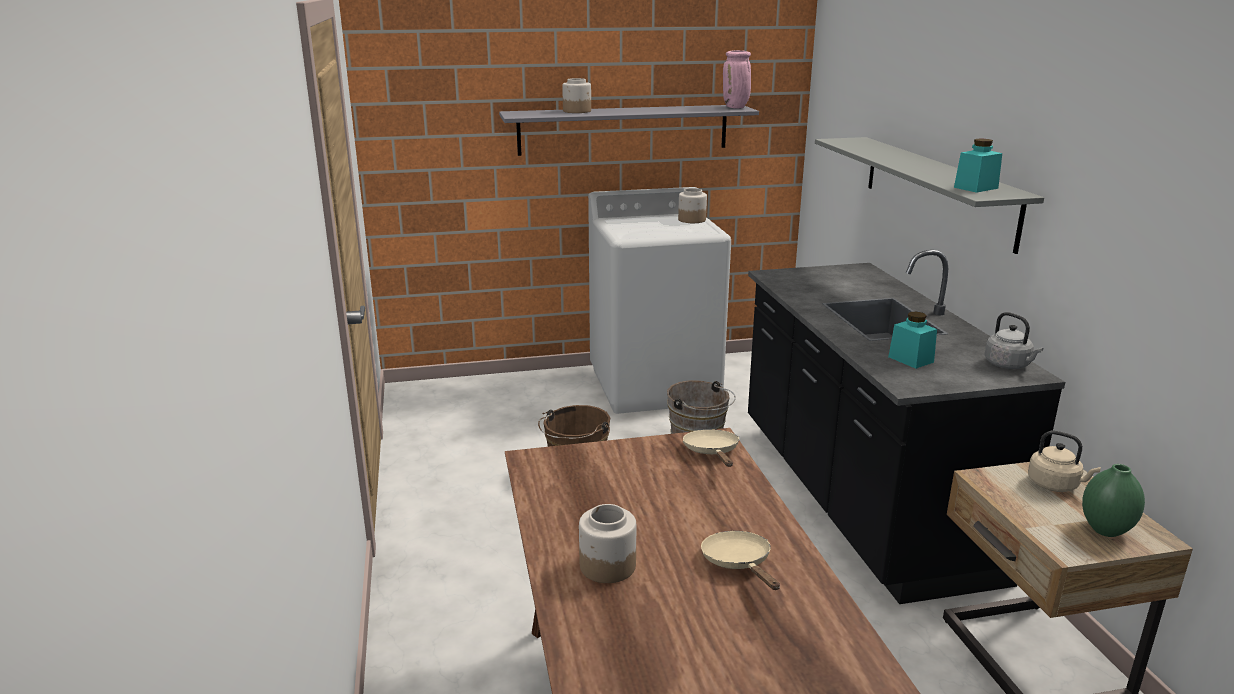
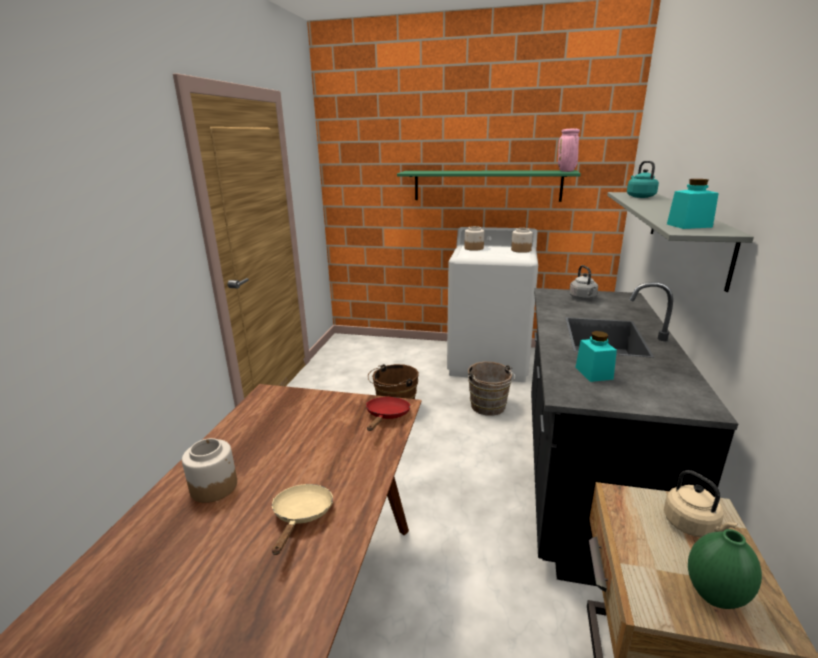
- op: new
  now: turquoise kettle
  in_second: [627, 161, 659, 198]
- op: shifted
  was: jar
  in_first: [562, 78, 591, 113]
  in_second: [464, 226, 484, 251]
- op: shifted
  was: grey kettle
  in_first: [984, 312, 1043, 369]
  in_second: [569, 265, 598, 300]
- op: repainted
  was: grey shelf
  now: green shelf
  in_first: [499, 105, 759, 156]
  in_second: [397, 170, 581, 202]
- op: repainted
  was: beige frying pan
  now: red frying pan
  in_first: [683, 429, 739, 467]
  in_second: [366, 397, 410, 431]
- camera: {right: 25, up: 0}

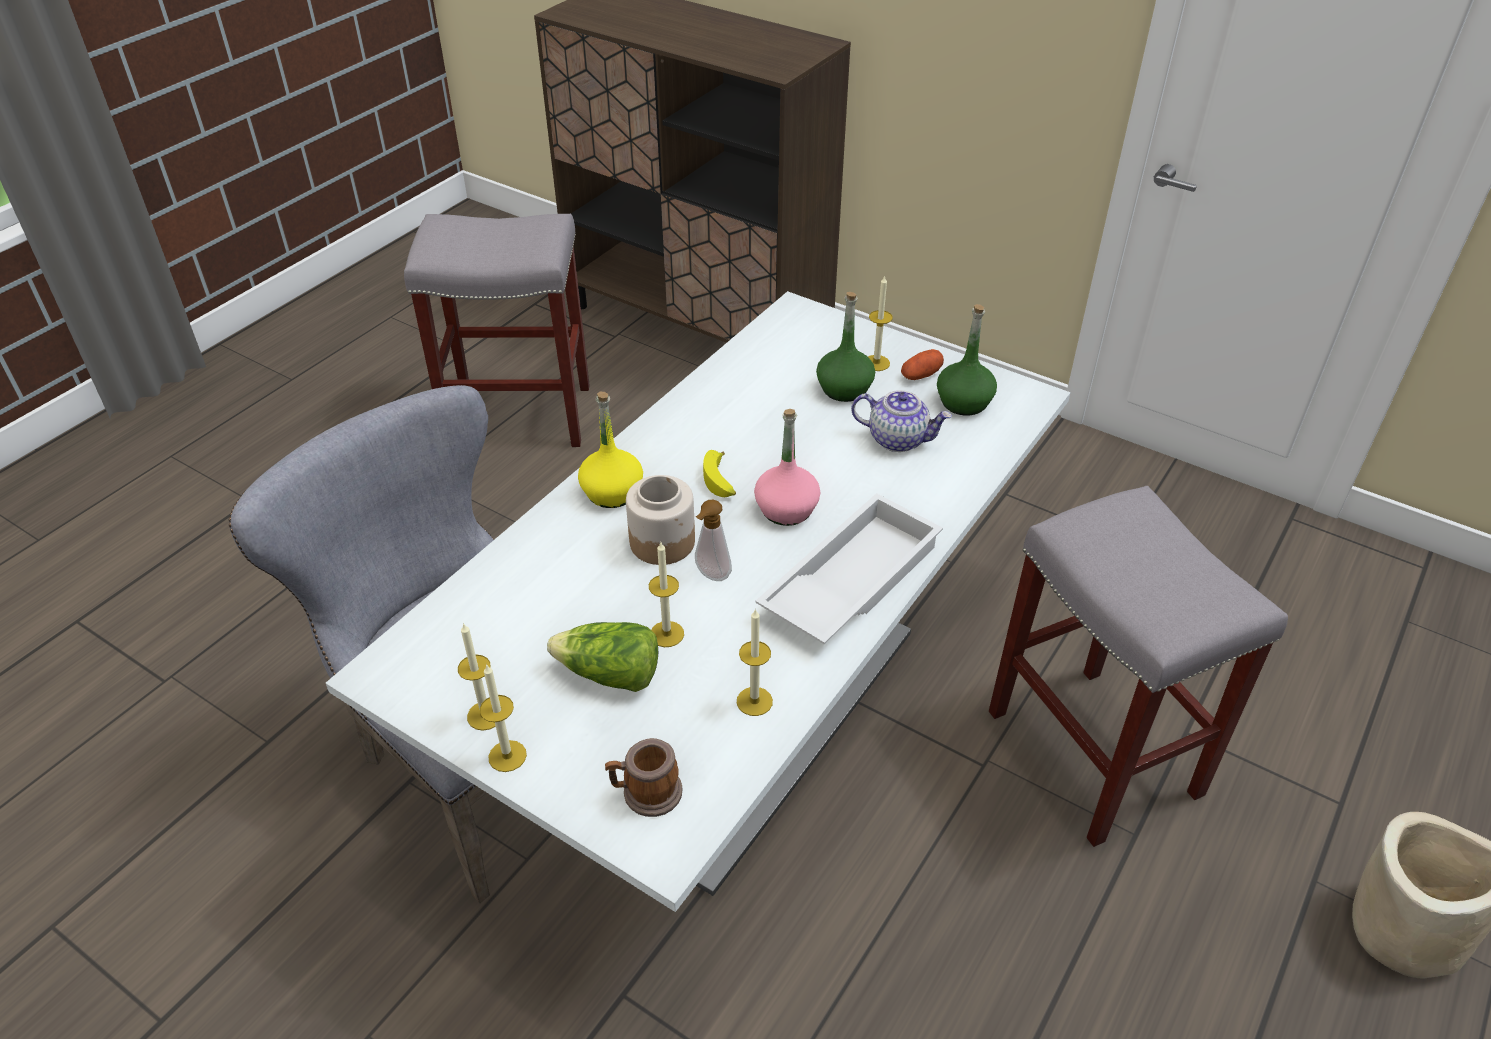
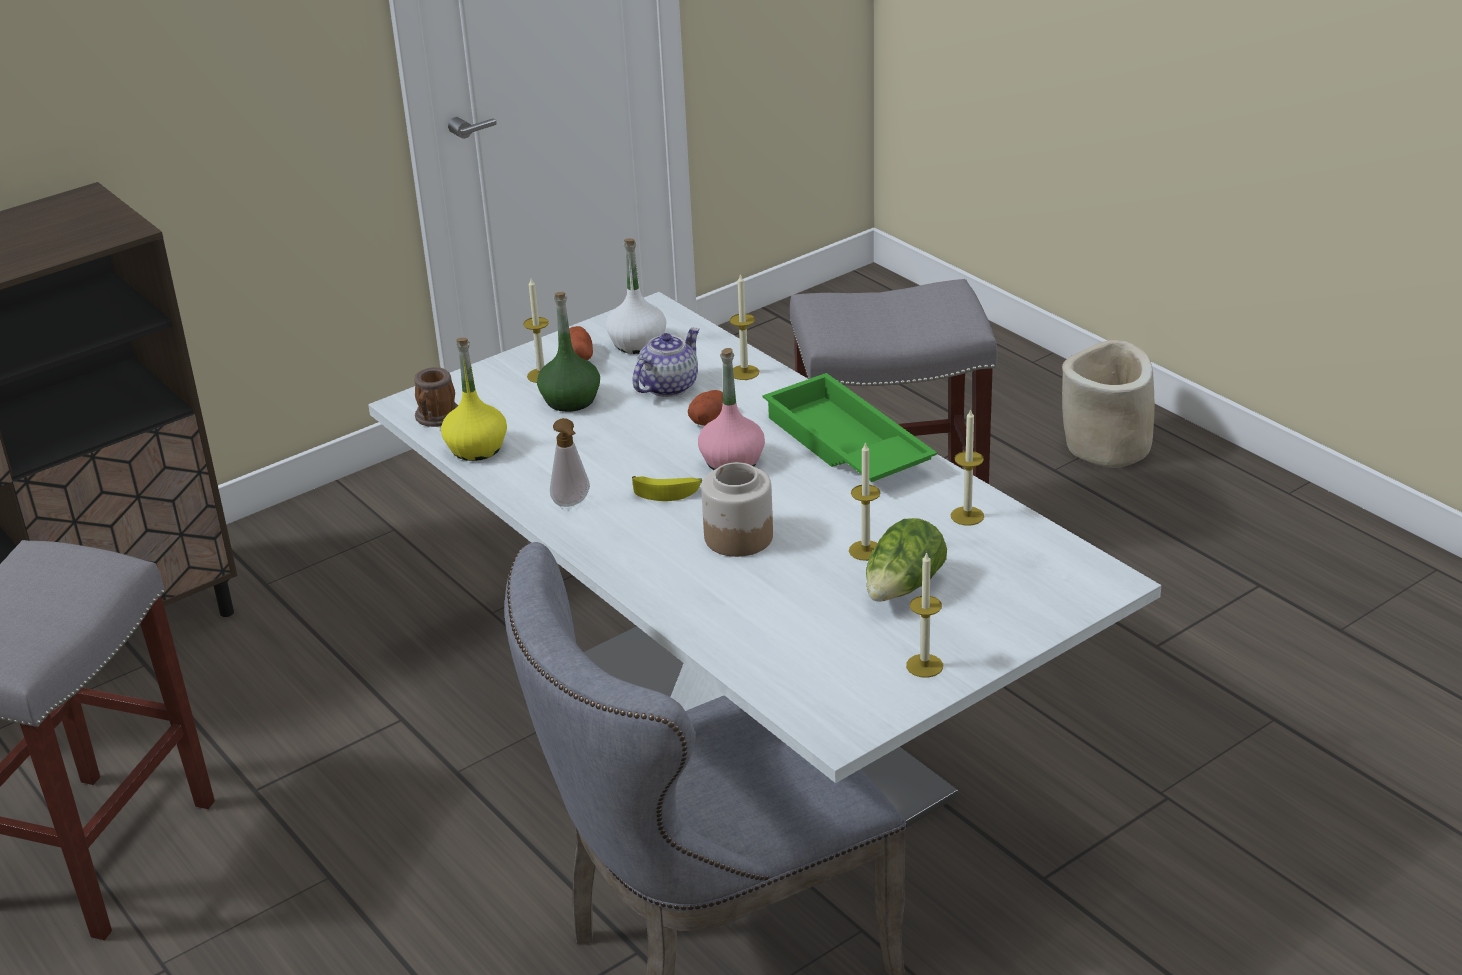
- op: new
  now: potato
  in_second: [688, 390, 723, 426]
- op: shifted
  was: candle
  in_first: [480, 664, 527, 772]
  in_second: [730, 273, 759, 380]
- op: shifted
  was: yellow bottle
  in_first: [578, 392, 643, 508]
  in_second: [441, 337, 507, 461]
- op: shifted
  was: mug
  in_first: [605, 738, 682, 817]
  in_second: [414, 367, 458, 427]
- op: shifted
  was: soap dispenser
  in_first: [695, 500, 732, 581]
  in_second: [550, 418, 590, 507]
- op: repainted
  was: white tray
  now: green tray
  in_first: [755, 493, 943, 644]
  in_second: [763, 373, 937, 482]
- op: repainted
  was: green bottle
  now: white bottle
  in_first: [937, 304, 997, 416]
  in_second: [606, 238, 666, 354]
- camera: {right: -70, up: -10}

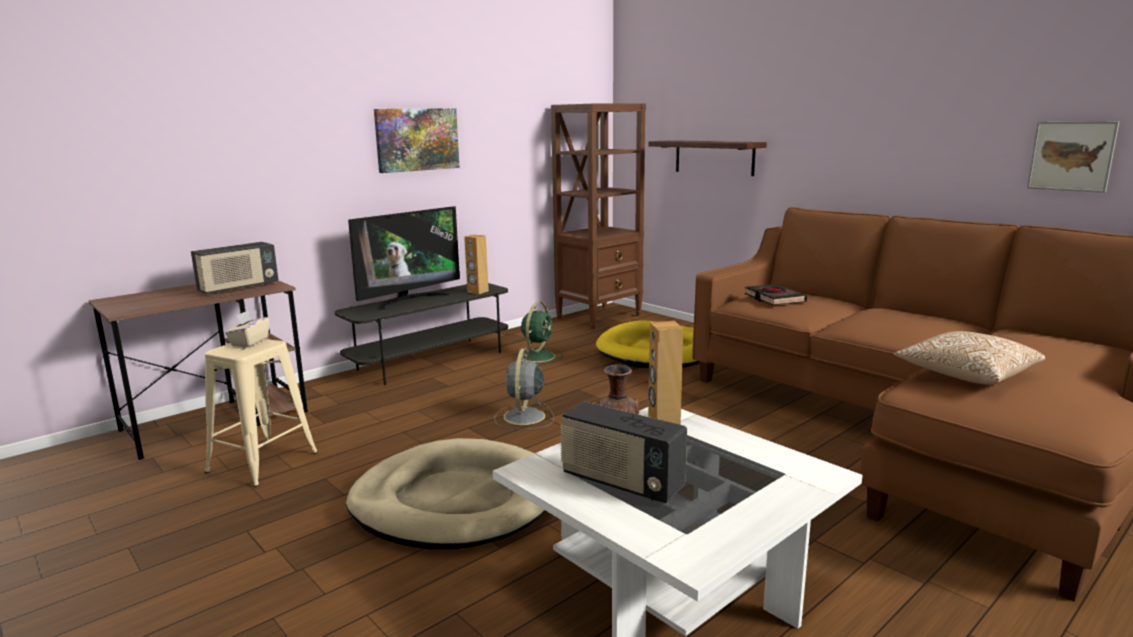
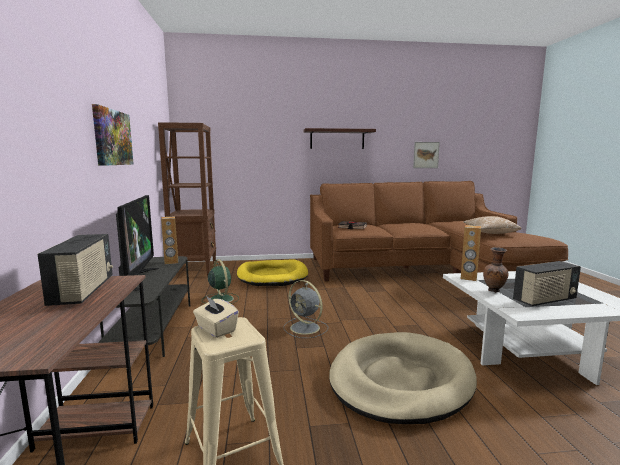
- op: shifted
  was: shelf
  in_first: [648, 140, 767, 176]
  in_second: [303, 128, 376, 149]
- camera: {right: -55, up: -5}

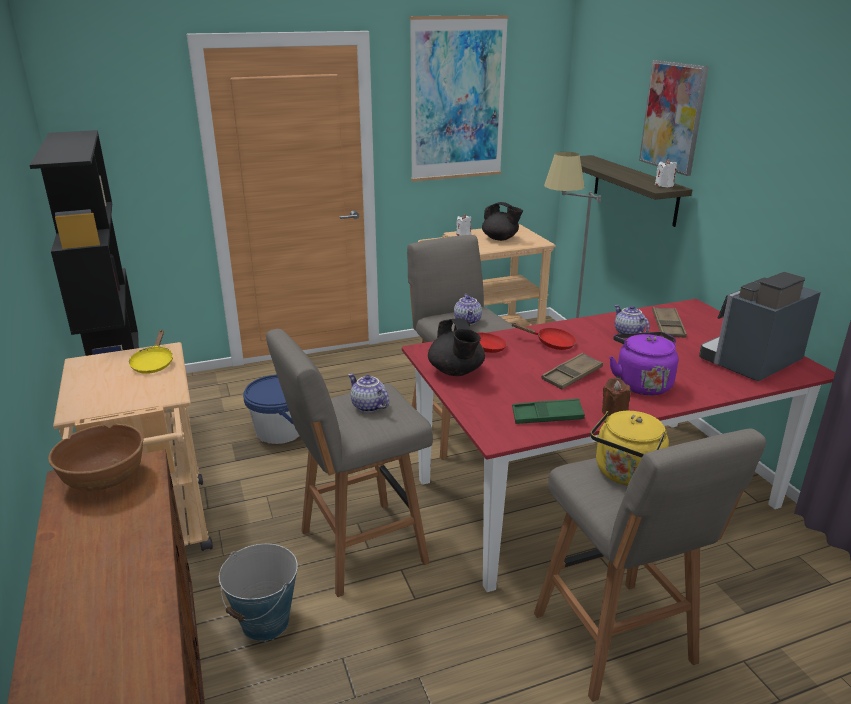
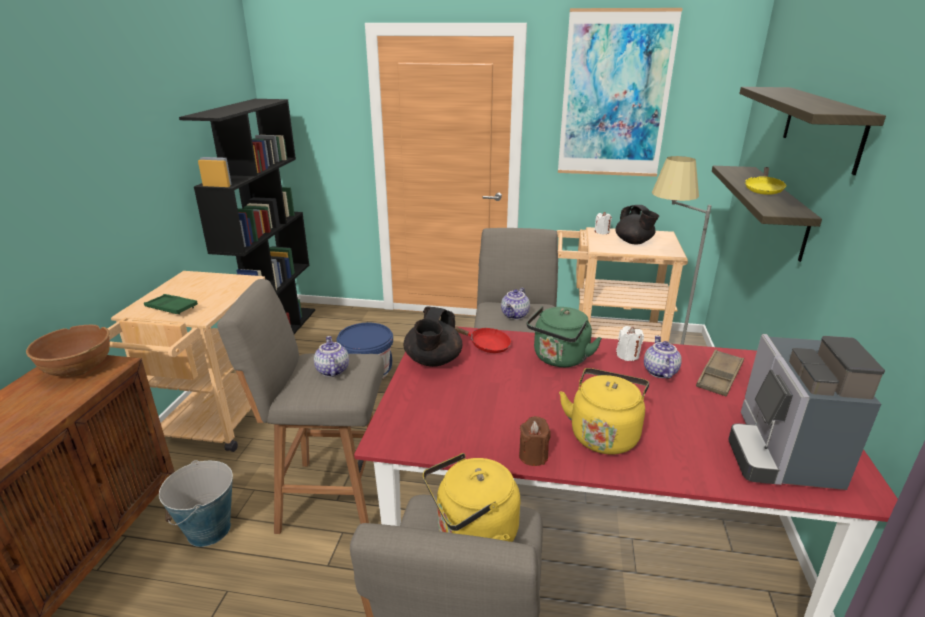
- op: gone
  was: brown tray
  in_first: [541, 353, 603, 389]
- op: shifted
  was: yellow frying pan
  in_first: [129, 330, 173, 374]
  in_second: [745, 167, 787, 195]
- op: shifted
  was: green tray
  in_first: [512, 398, 585, 424]
  in_second: [144, 294, 198, 315]
- op: shifted
  was: white candle
  in_first: [655, 159, 677, 187]
  in_second: [616, 326, 644, 361]
- op: swapped
  was: red frying pan
  now: green kettle
  in_first: [512, 323, 576, 350]
  in_second: [527, 306, 602, 367]
- op: swapped
  was: picture
  now: shelf
  in_first: [639, 60, 709, 176]
  in_second: [740, 87, 886, 175]
- op: repainted
  was: purple kettle
  now: yellow kettle
  in_first: [609, 332, 678, 396]
  in_second: [559, 368, 649, 455]
- op: rotated
  was: coffee machine
  in_first: [699, 272, 821, 381]
  in_second: [729, 334, 885, 490]
  clockwise: -75
- camera: {right: 30, up: 0}

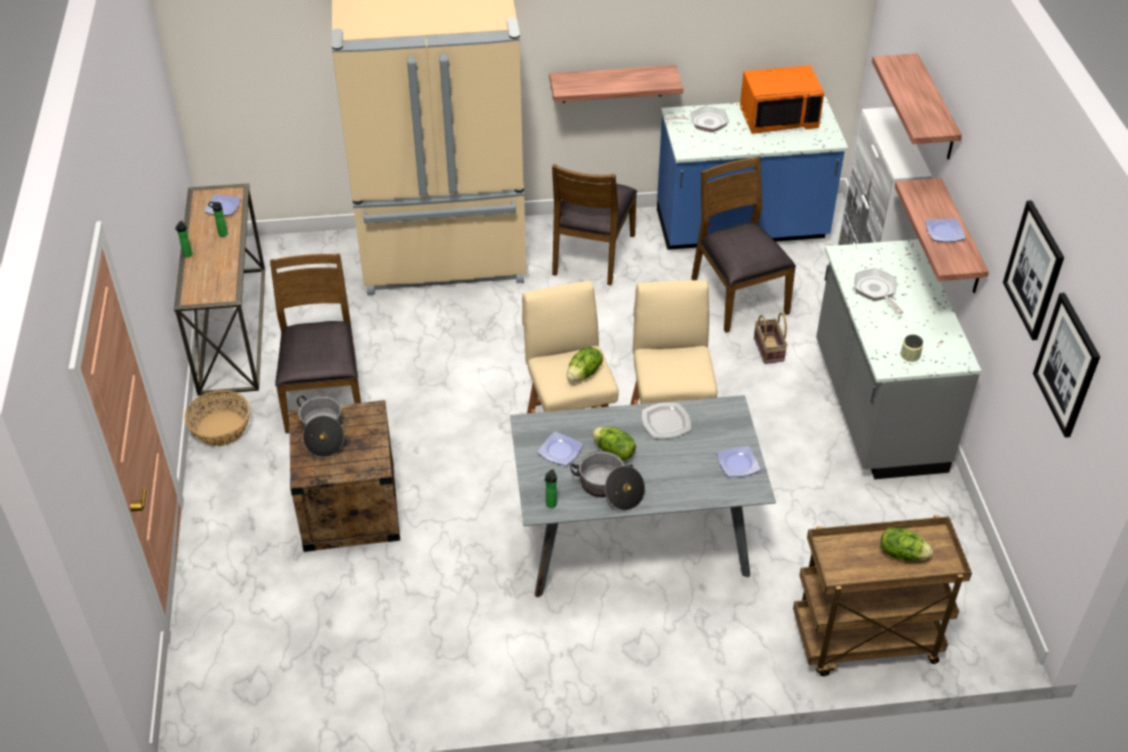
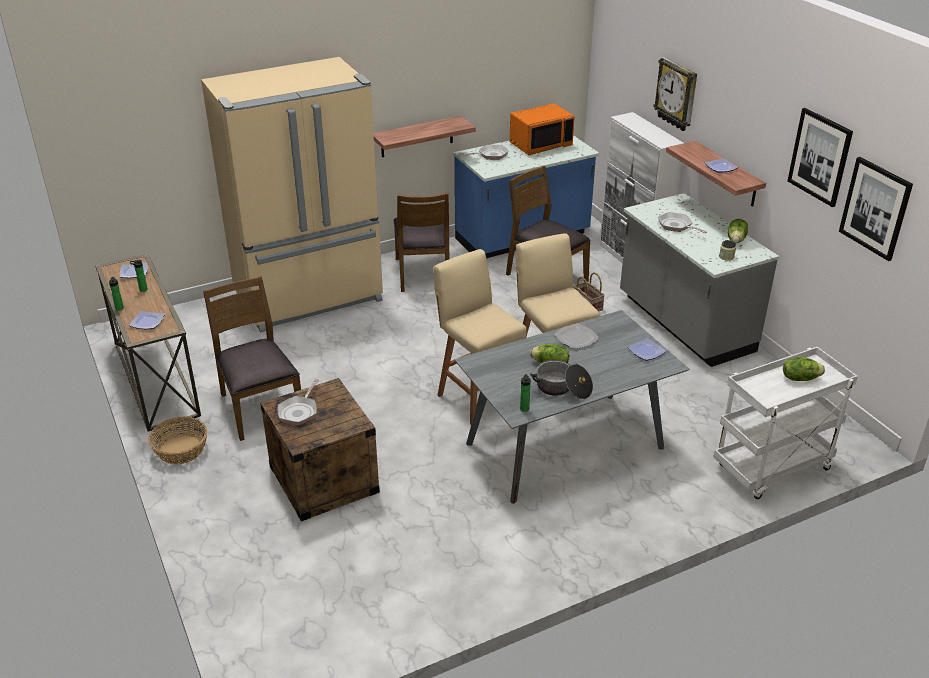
- op: shifted
  was: plate
  in_first: [538, 432, 583, 466]
  in_second: [129, 311, 165, 329]
- op: shifted
  was: lettuce
  in_first: [567, 347, 603, 382]
  in_second: [728, 219, 748, 243]
- op: swapped
  was: cooking pot
  now: frying pan
  in_first: [297, 396, 344, 457]
  in_second: [278, 379, 319, 425]
- op: swapped
  was: shelf
  now: wall clock
  in_first: [872, 53, 962, 160]
  in_second: [653, 57, 697, 131]
- op: repainted
  was: brown cart
  now: white cart
  in_first: [793, 515, 972, 676]
  in_second: [714, 347, 858, 499]
- camera: {right: -20, up: -10}

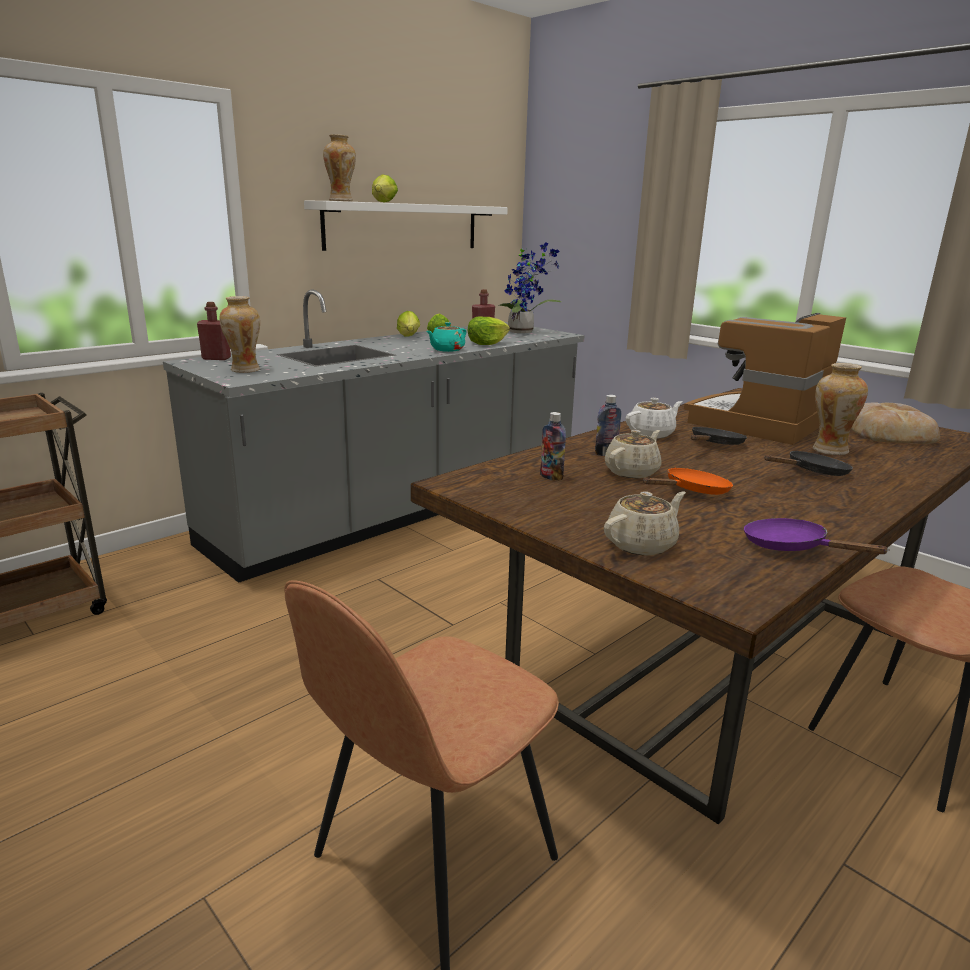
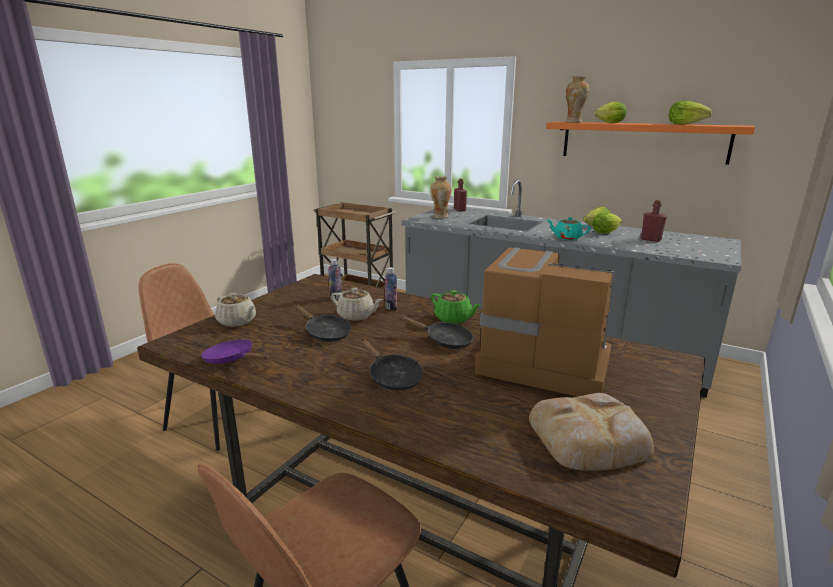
- op: gone
  was: potted plant
  in_first: [498, 242, 562, 333]
- op: gone
  was: vase
  in_first: [813, 363, 868, 455]
- op: shifted
  was: lettuce
  in_first: [467, 316, 510, 345]
  in_second: [669, 101, 712, 124]
- op: repainted
  was: white shelf
  now: orange shelf
  in_first: [304, 201, 508, 251]
  in_second: [546, 122, 755, 165]
- op: repainted
  was: white teapot
  now: green teapot
  in_first: [625, 398, 683, 439]
  in_second: [431, 290, 481, 324]
- op: repainted
  was: orange frying pan
  now: black frying pan
  in_first: [643, 468, 733, 495]
  in_second: [294, 304, 351, 342]
- op: rotated
  was: purple frying pan
  in_first: [744, 518, 890, 554]
  in_second: [201, 339, 269, 364]
  clockwise: -90
- camera: {right: 75, up: 0}

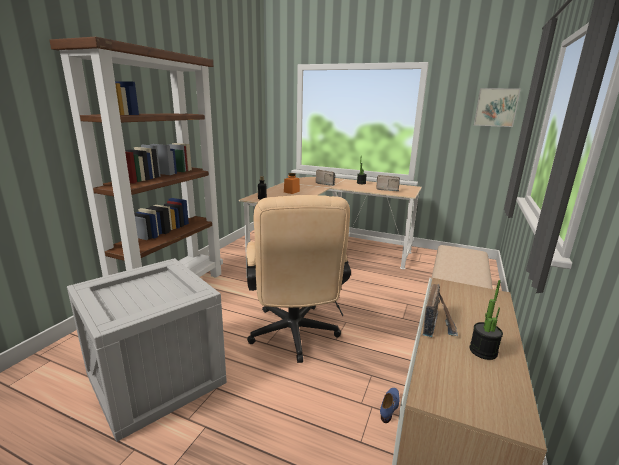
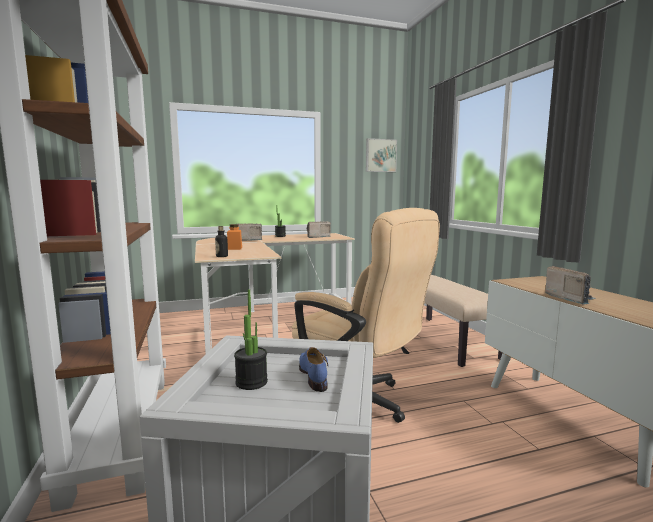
- op: shifted
  was: blue shoe
  in_first: [380, 388, 400, 423]
  in_second: [299, 347, 328, 392]
- op: shifted
  was: potted plant
  in_first: [469, 280, 503, 360]
  in_second: [234, 289, 268, 390]
- camera: {right: -40, up: -10}

